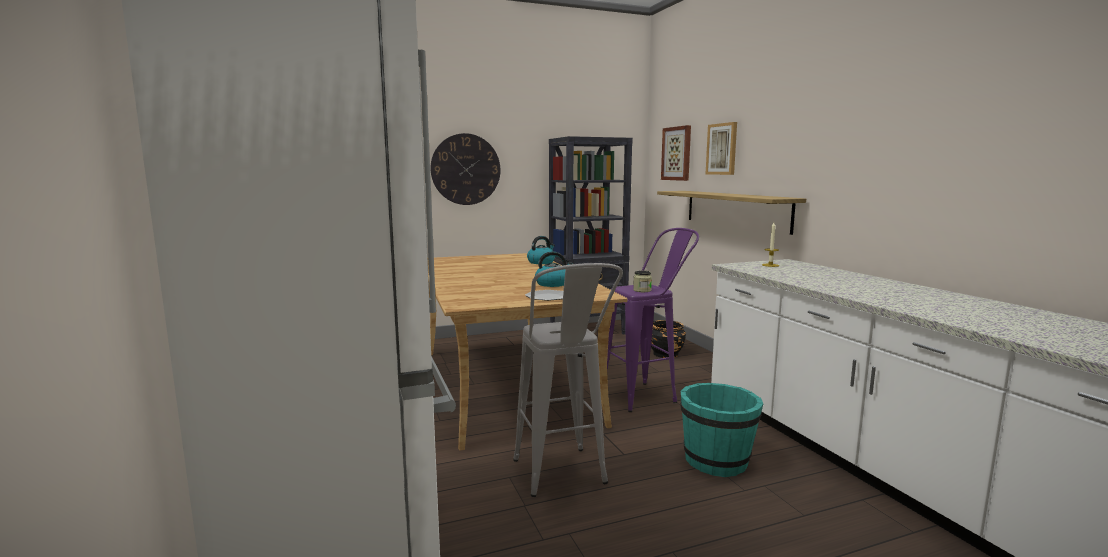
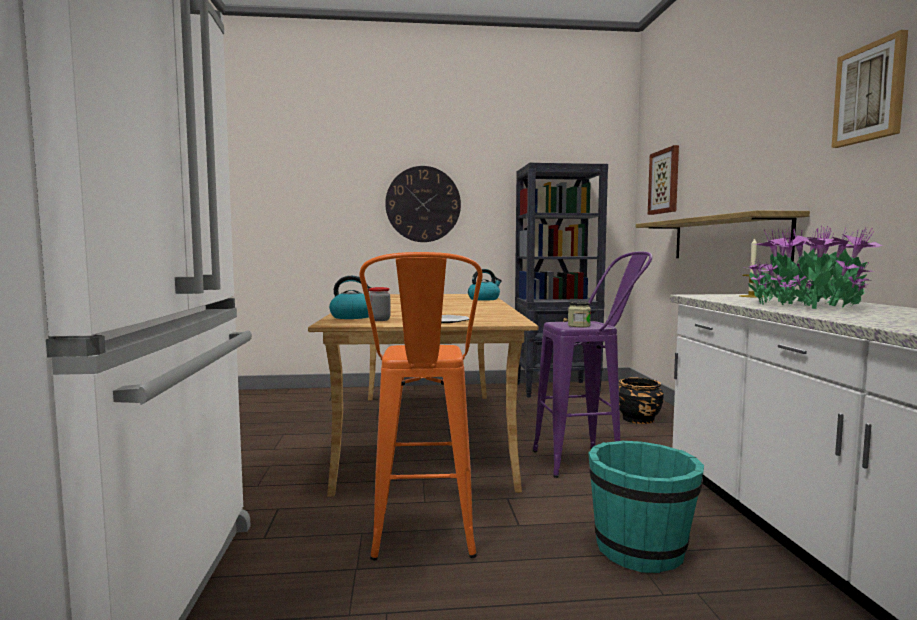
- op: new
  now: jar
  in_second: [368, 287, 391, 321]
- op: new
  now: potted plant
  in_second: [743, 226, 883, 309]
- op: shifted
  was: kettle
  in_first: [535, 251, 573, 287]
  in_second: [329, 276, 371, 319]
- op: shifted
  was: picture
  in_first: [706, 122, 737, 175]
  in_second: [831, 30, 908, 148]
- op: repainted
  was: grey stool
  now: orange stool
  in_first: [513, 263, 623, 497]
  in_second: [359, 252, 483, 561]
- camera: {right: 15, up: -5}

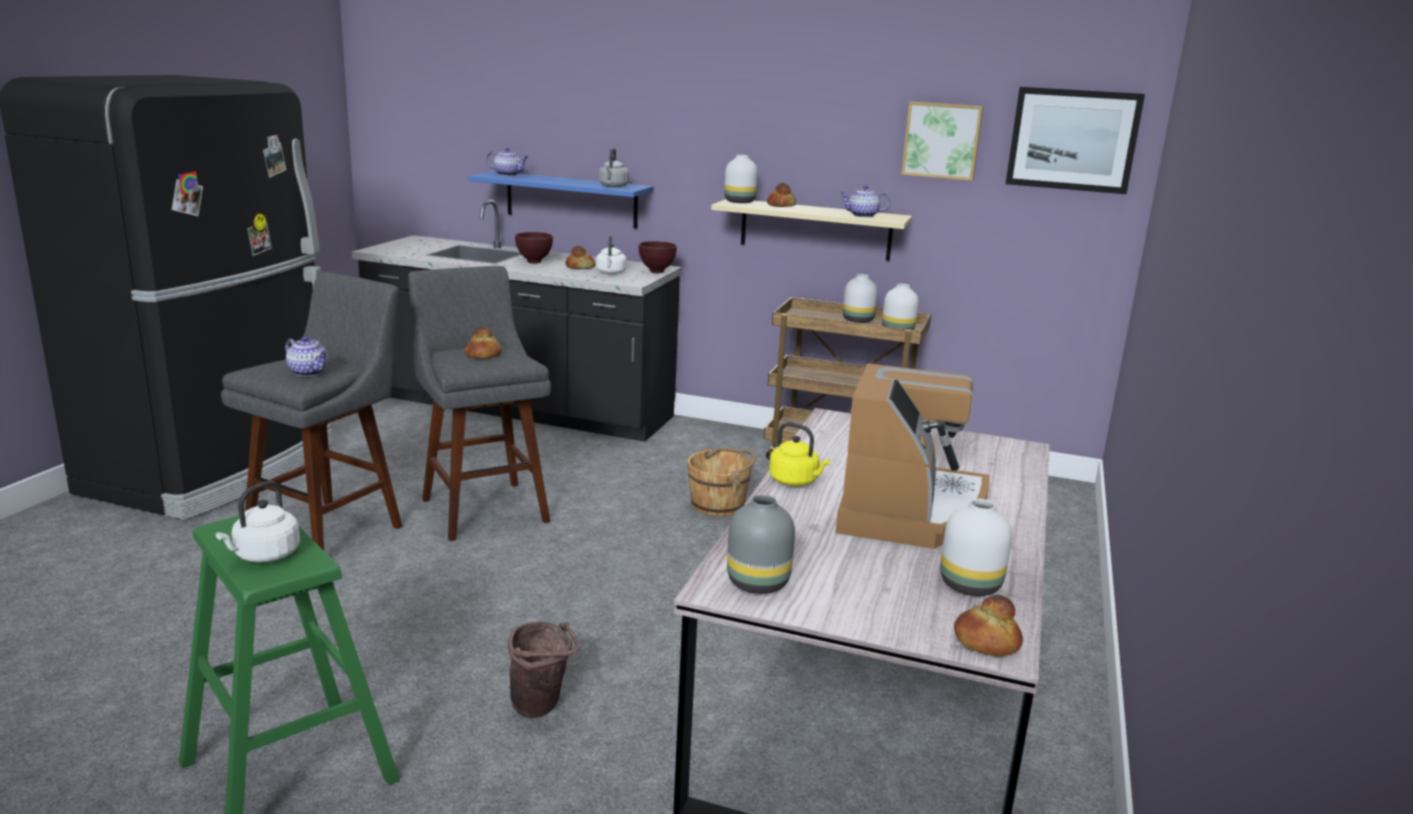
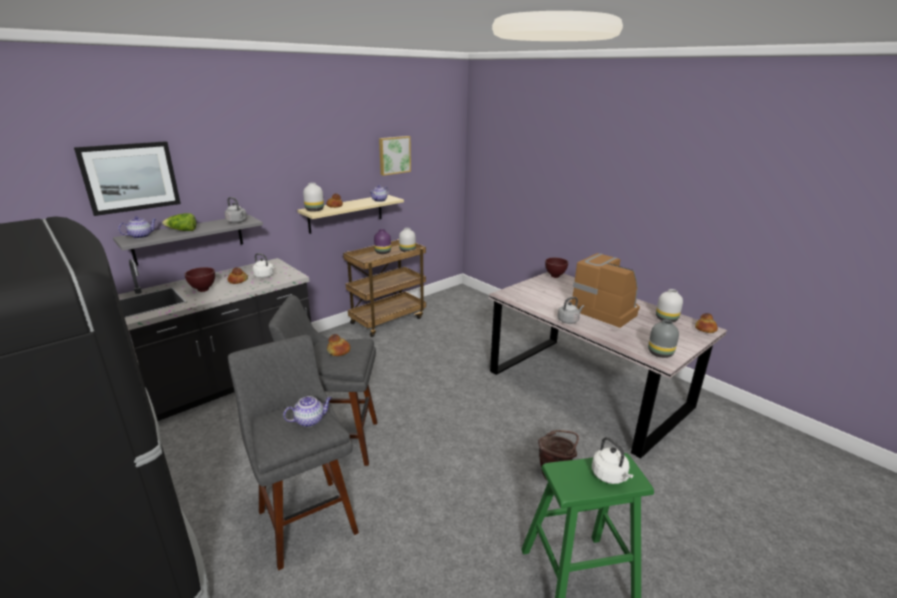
- op: gone
  was: brown bucket
  in_first: [687, 447, 756, 516]
- op: new
  now: lettuce
  in_second: [162, 213, 196, 231]
- op: shifted
  was: brown bowl
  in_first: [639, 241, 677, 273]
  in_second: [545, 258, 568, 278]
- op: shifted
  was: picture
  in_first: [1006, 87, 1145, 194]
  in_second: [74, 141, 181, 216]
- op: repainted
  was: blue shelf
  now: grey shelf
  in_first: [468, 171, 653, 228]
  in_second: [113, 215, 263, 266]
- op: repainted
  was: yellow kettle
  now: grey kettle
  in_first: [769, 422, 830, 486]
  in_second: [557, 297, 584, 324]
- op: repainted
  was: white vase
  now: purple vase
  in_first: [843, 274, 878, 323]
  in_second: [374, 229, 391, 254]
- camera: {right: -60, up: 5}

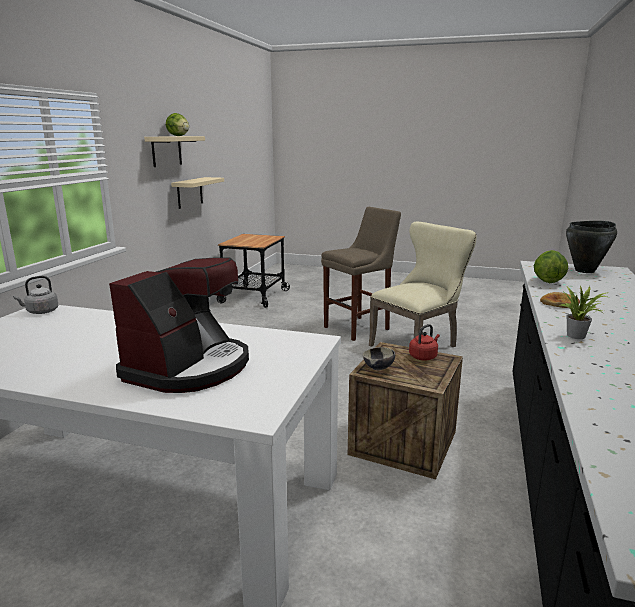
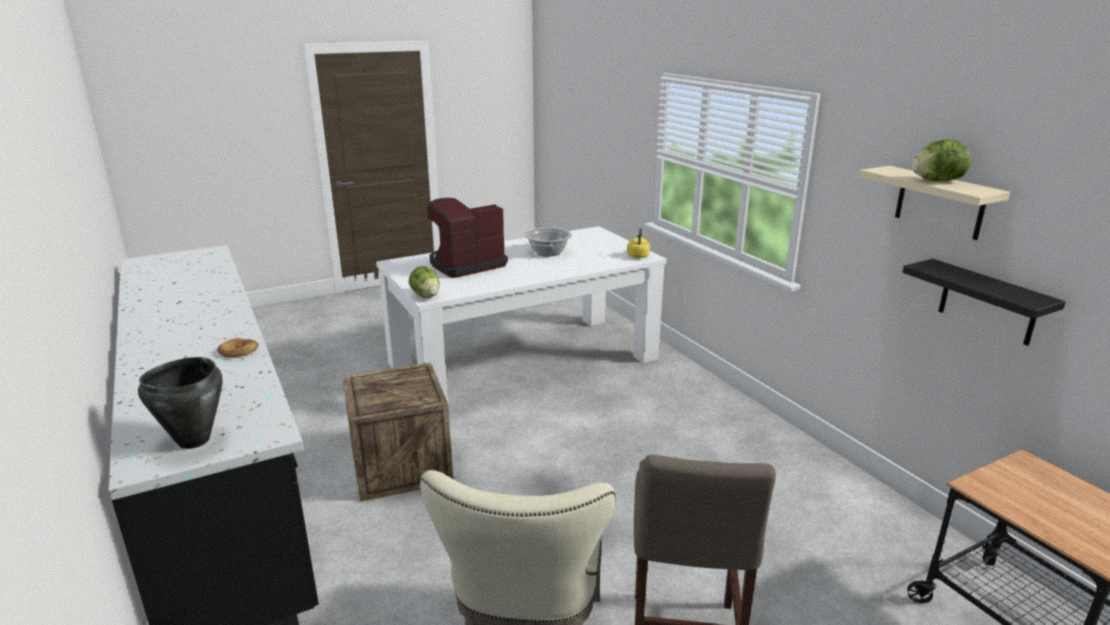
- op: gone
  was: bowl
  in_first: [363, 347, 395, 370]
- op: gone
  was: red kettle
  in_first: [409, 324, 440, 360]
- op: gone
  was: potted plant
  in_first: [559, 286, 609, 339]
- op: new
  now: cooking pot
  in_second: [525, 228, 572, 256]
- op: shifted
  was: lettuce
  in_first: [534, 250, 568, 283]
  in_second: [409, 266, 440, 298]
- op: repainted
  was: grey kettle
  now: yellow kettle
  in_first: [13, 276, 58, 314]
  in_second: [627, 228, 650, 258]
- op: repainted
  was: beige shelf
  now: black shelf
  in_first: [171, 177, 224, 209]
  in_second: [902, 259, 1066, 346]
- op: rotated
  was: coffee machine
  in_first: [109, 257, 249, 393]
  in_second: [427, 198, 508, 278]
  clockwise: 75
- camera: {right: 135, up: 5}

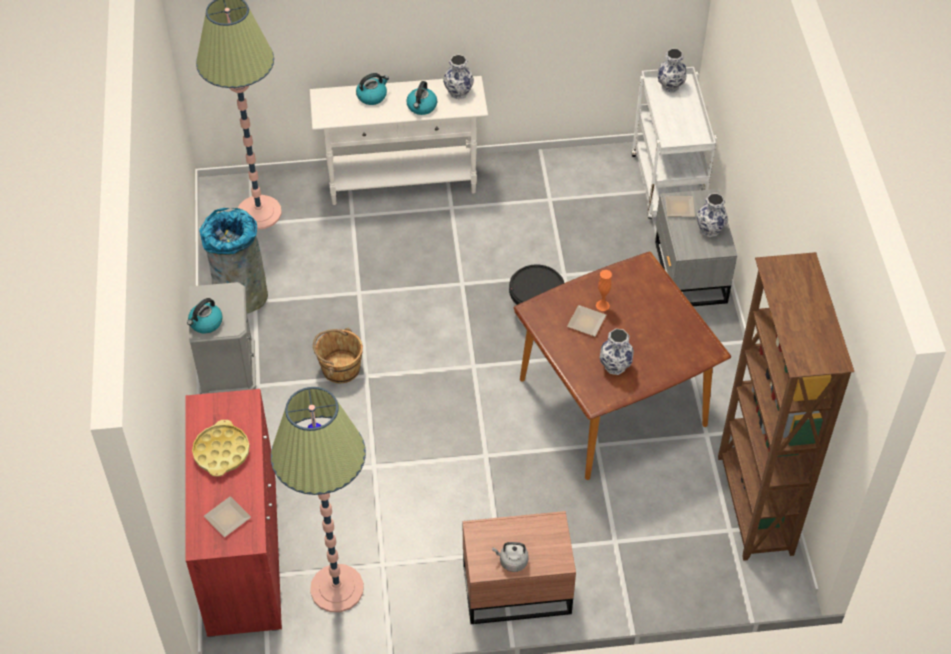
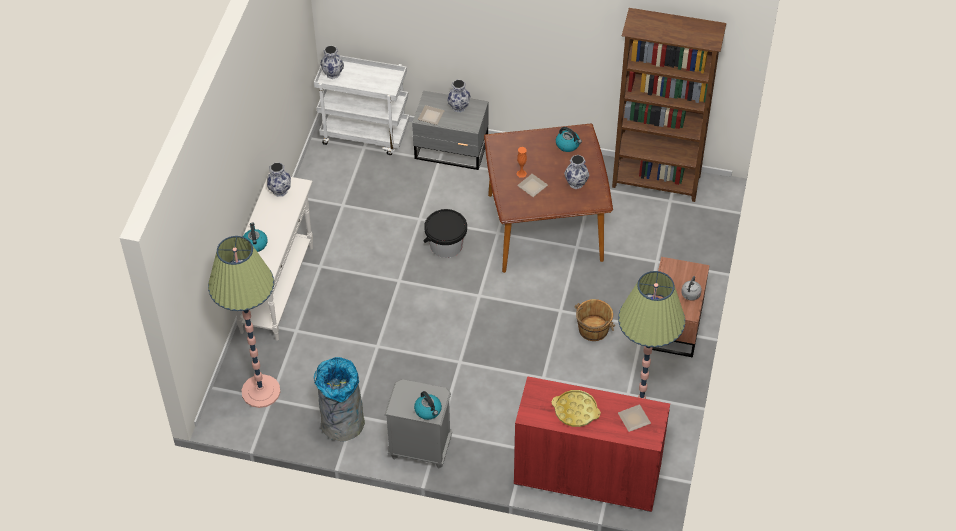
- op: shifted
  was: brown bucket
  in_first: [313, 327, 363, 383]
  in_second: [574, 299, 615, 341]
- op: shifted
  was: kettle
  in_first: [406, 81, 437, 115]
  in_second: [556, 127, 582, 152]
- camera: {right: -70, up: 0}

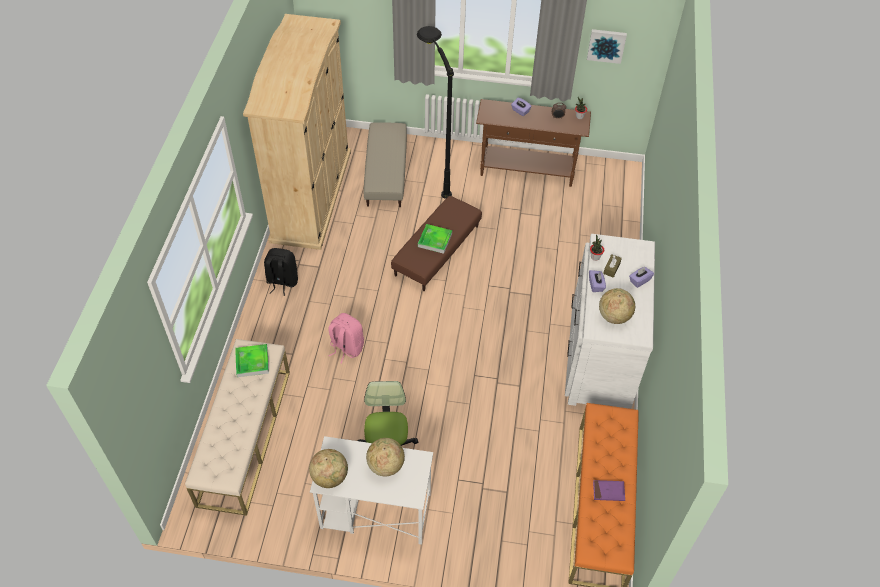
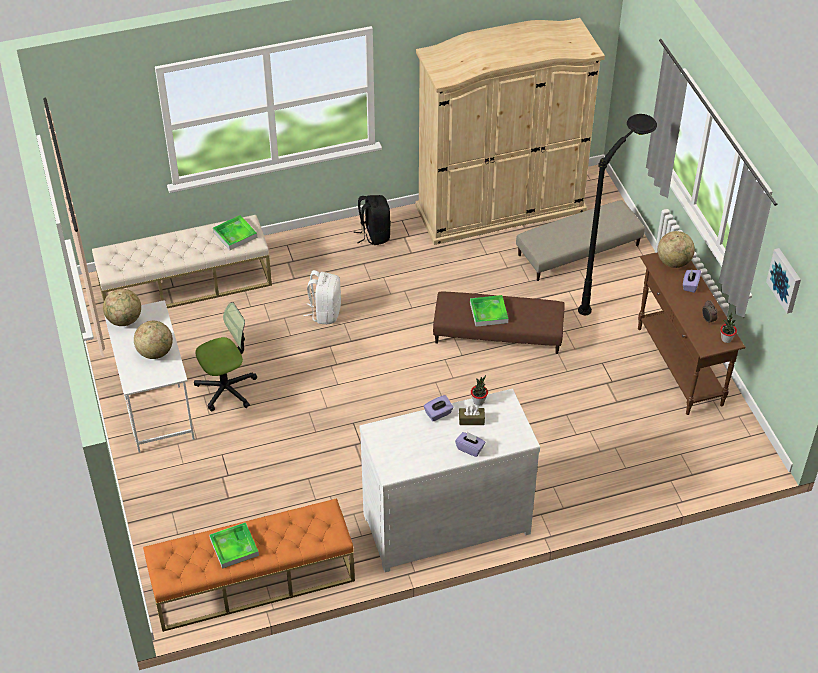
- op: shifted
  was: globe
  in_first: [599, 288, 635, 324]
  in_second: [658, 231, 695, 268]
- op: swapped
  was: purple book
  now: tray
  in_first: [593, 480, 625, 501]
  in_second: [209, 522, 259, 569]
- op: repainted
  was: pink backpack
  now: white backpack
  in_first: [328, 313, 364, 364]
  in_second: [303, 270, 341, 324]
- camera: {right: 65, up: -5}

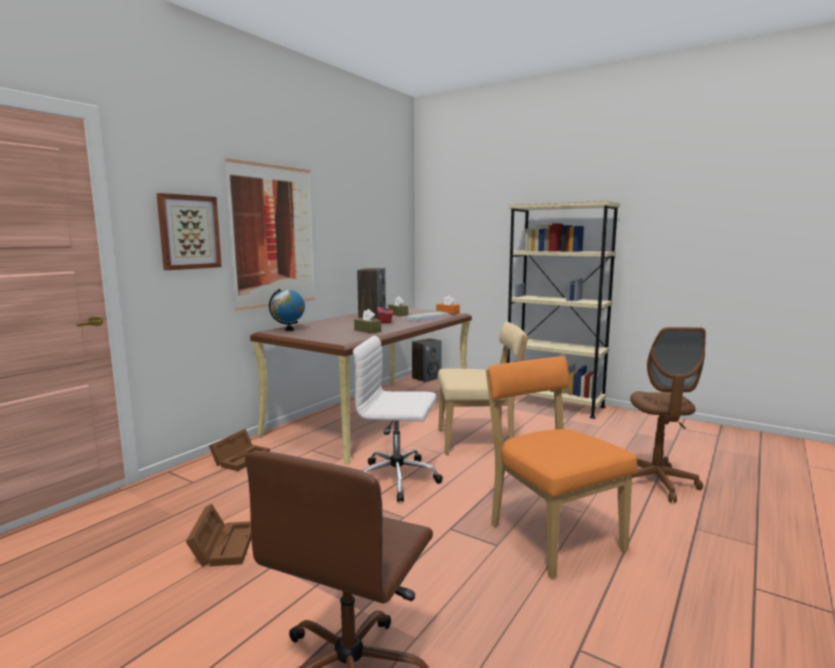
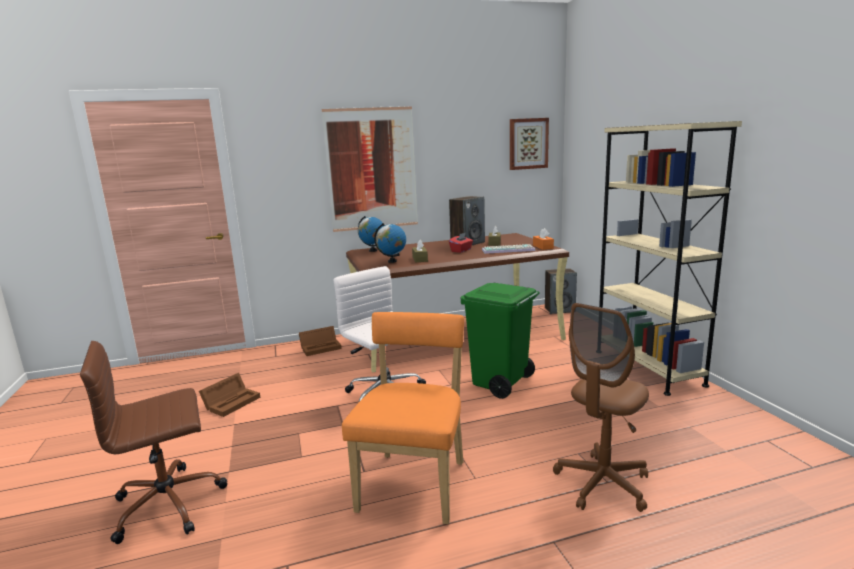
- op: new
  now: globe
  in_second: [374, 223, 406, 263]
- op: shifted
  was: picture
  in_first: [157, 193, 222, 270]
  in_second: [510, 118, 549, 170]
- op: swapped
  was: beige chair
  now: green trash can
  in_first: [438, 321, 528, 455]
  in_second: [460, 283, 540, 399]
- camera: {right: 40, up: 5}

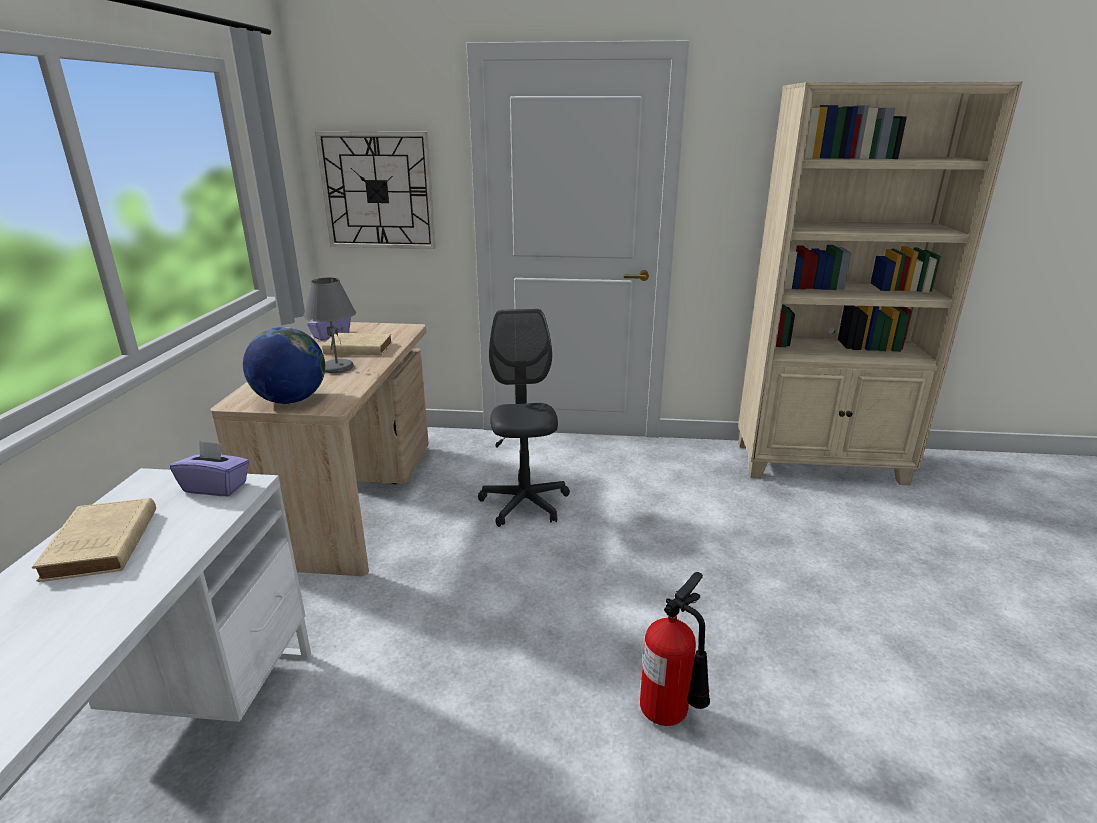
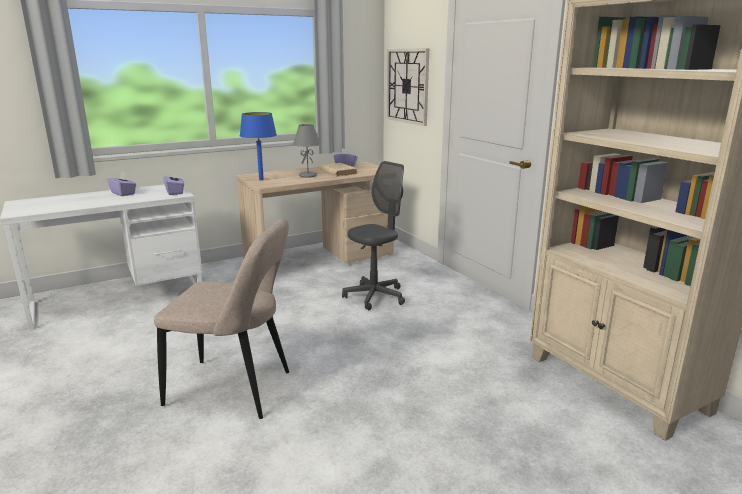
- op: swapped
  was: beige book
  now: purple tissue box
  in_first: [32, 498, 156, 582]
  in_second: [107, 172, 136, 196]
- op: swapped
  was: globe
  now: blue table lamp
  in_first: [243, 327, 325, 404]
  in_second: [240, 112, 277, 180]
- op: swapped
  was: fire extinguisher
  now: beige chair
  in_first: [640, 572, 710, 726]
  in_second: [154, 218, 289, 419]
- camera: {right: 55, up: -5}

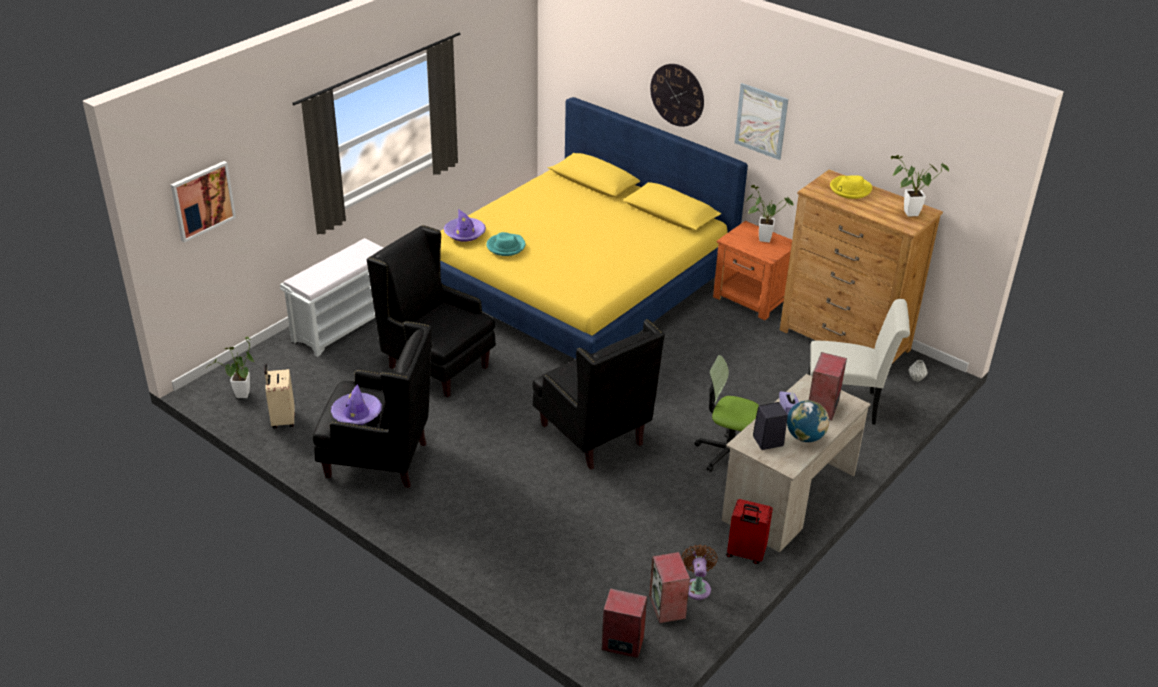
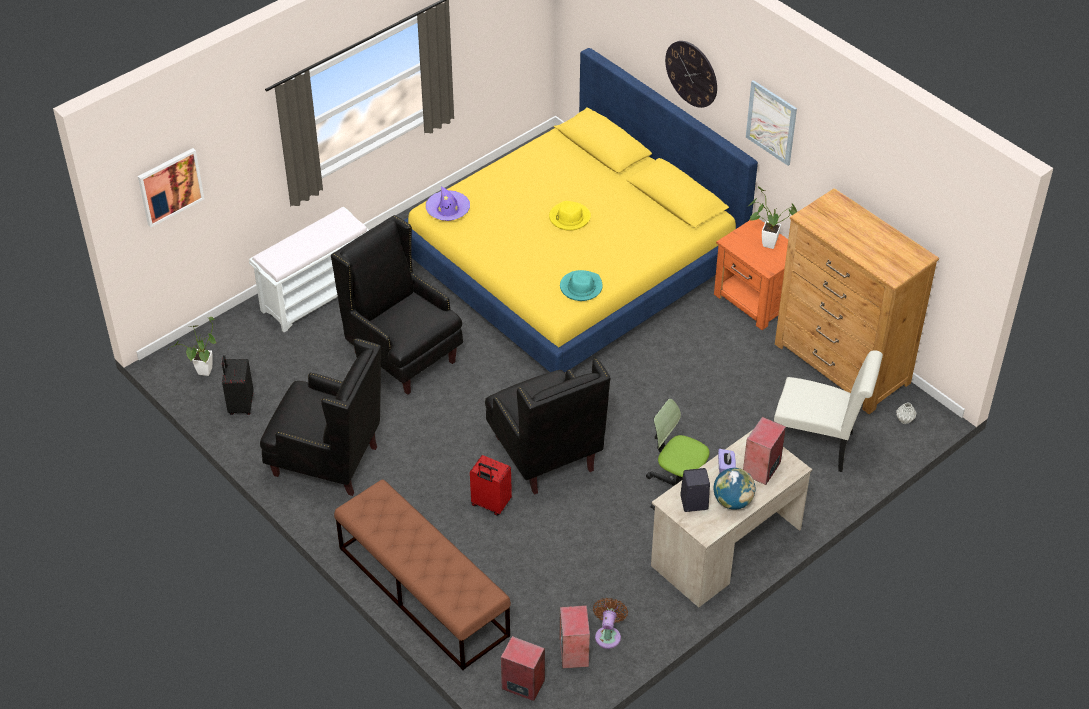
- op: gone
  was: purple hat
  in_first: [331, 384, 382, 425]
- op: gone
  was: potted plant
  in_first: [891, 155, 949, 217]
- op: new
  now: brown bench
  in_second: [334, 479, 511, 670]
- op: shifted
  was: turquoise hat
  in_first: [486, 232, 526, 256]
  in_second: [560, 270, 603, 301]
- op: shifted
  was: red suitcase
  in_first: [726, 499, 773, 564]
  in_second: [470, 455, 512, 515]
- op: shifted
  was: yellow hat
  in_first: [830, 175, 872, 199]
  in_second: [549, 201, 591, 231]
- op: repainted
  was: beige suitcase
  now: black suitcase
  in_first: [264, 364, 295, 428]
  in_second: [222, 355, 253, 415]
- camera: {right: 10, up: 10}

